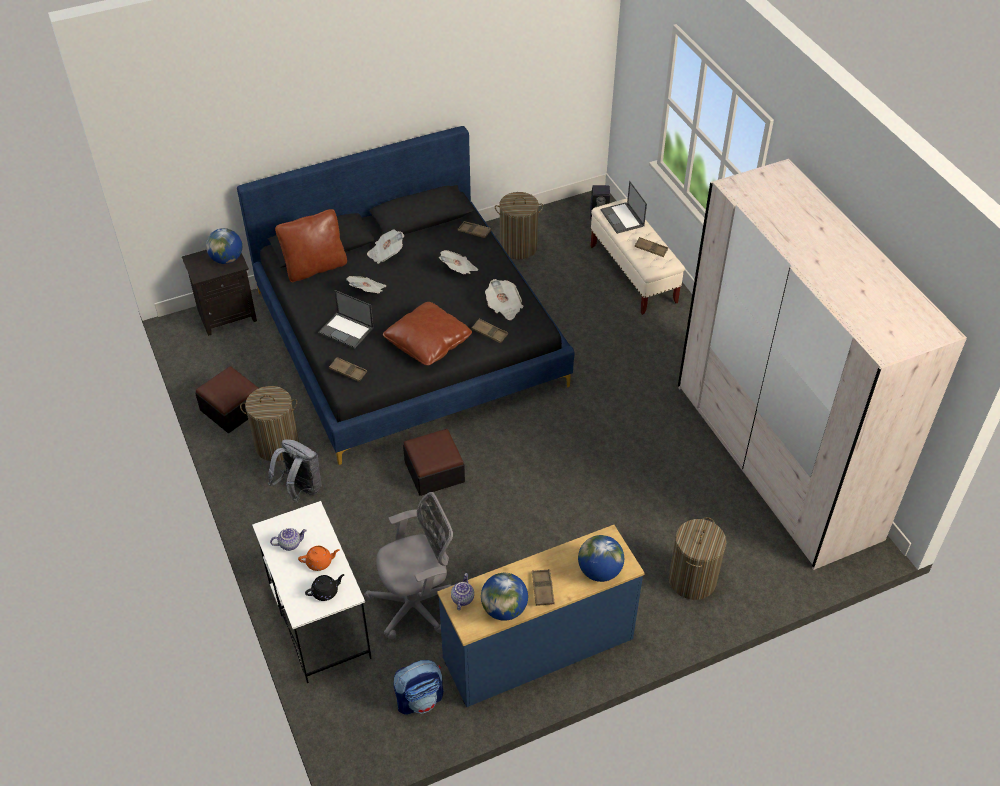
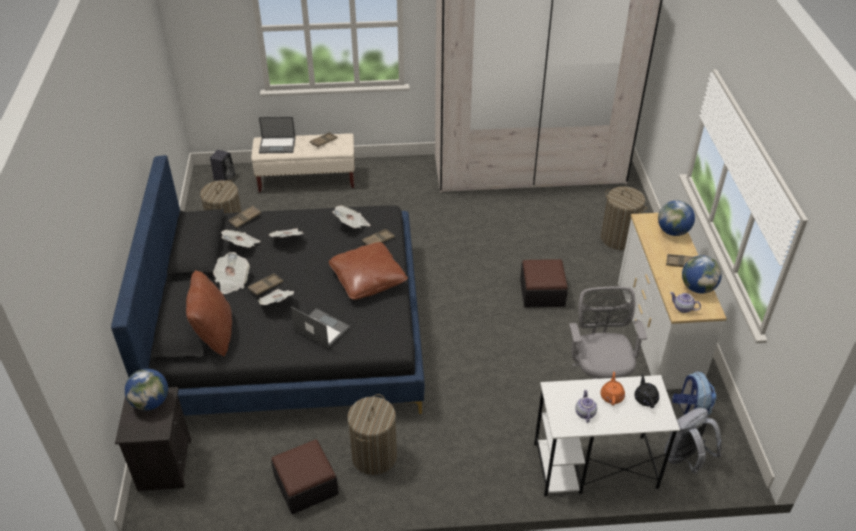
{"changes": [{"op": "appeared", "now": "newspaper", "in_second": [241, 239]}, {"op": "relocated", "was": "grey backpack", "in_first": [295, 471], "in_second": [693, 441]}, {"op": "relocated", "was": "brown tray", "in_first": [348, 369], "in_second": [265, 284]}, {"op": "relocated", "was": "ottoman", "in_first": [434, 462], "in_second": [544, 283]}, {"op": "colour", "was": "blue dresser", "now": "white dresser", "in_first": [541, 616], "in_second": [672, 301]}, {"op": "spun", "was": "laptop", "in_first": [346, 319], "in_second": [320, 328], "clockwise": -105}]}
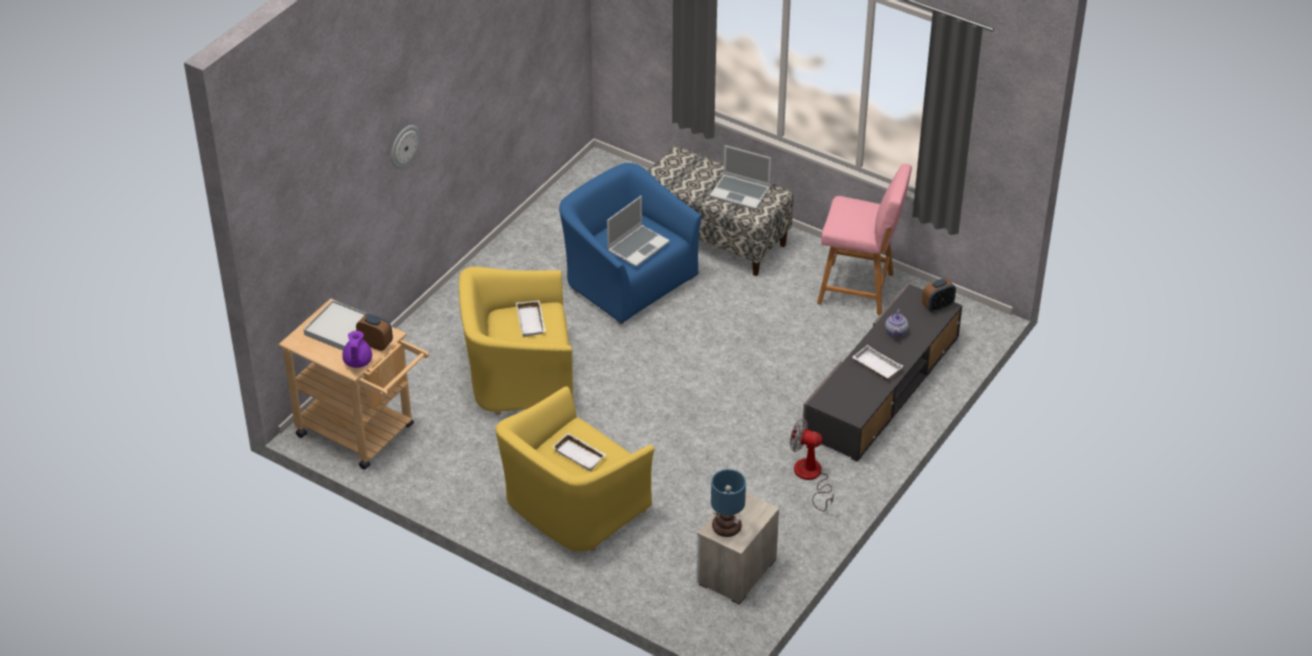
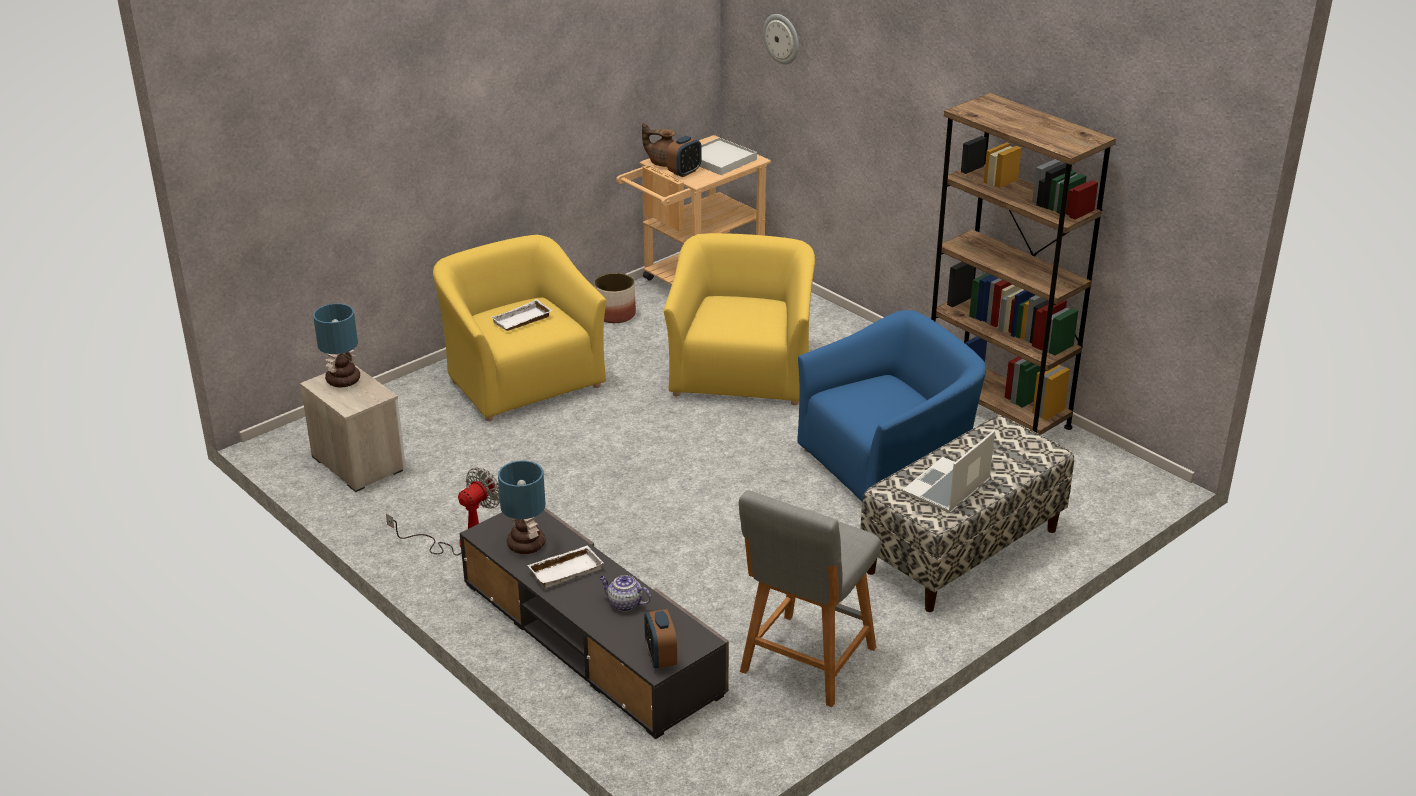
{"changes": [{"op": "missing", "was": "white tray", "in_first": [531, 318]}, {"op": "missing", "was": "laptop", "in_first": [638, 231]}, {"op": "appeared", "now": "table lamp", "in_second": [522, 507]}, {"op": "appeared", "now": "planter", "in_second": [615, 298]}, {"op": "appeared", "now": "brown bookcase", "in_second": [1023, 264]}, {"op": "relocated", "was": "wall clock", "in_first": [405, 146], "in_second": [781, 39]}, {"op": "colour", "was": "purple teapot", "now": "brown teapot", "in_first": [357, 349], "in_second": [658, 145]}, {"op": "colour", "was": "pink stool", "now": "grey stool", "in_first": [864, 239], "in_second": [810, 598]}]}
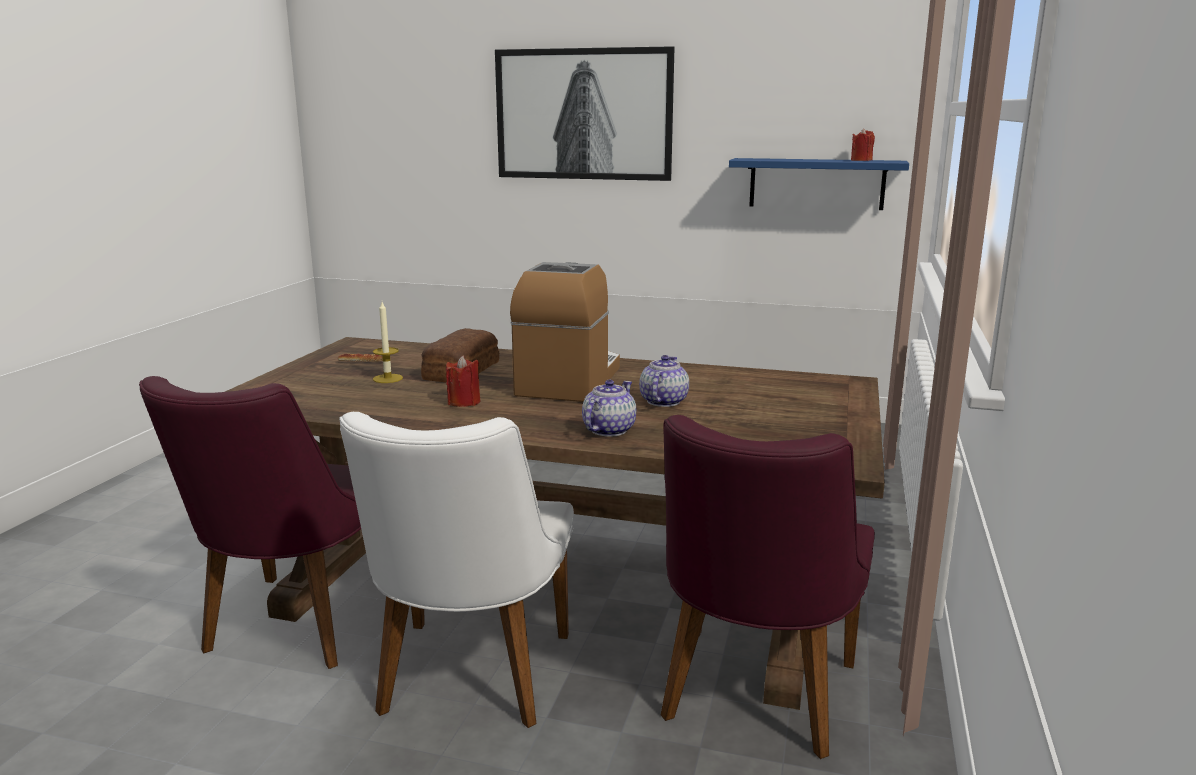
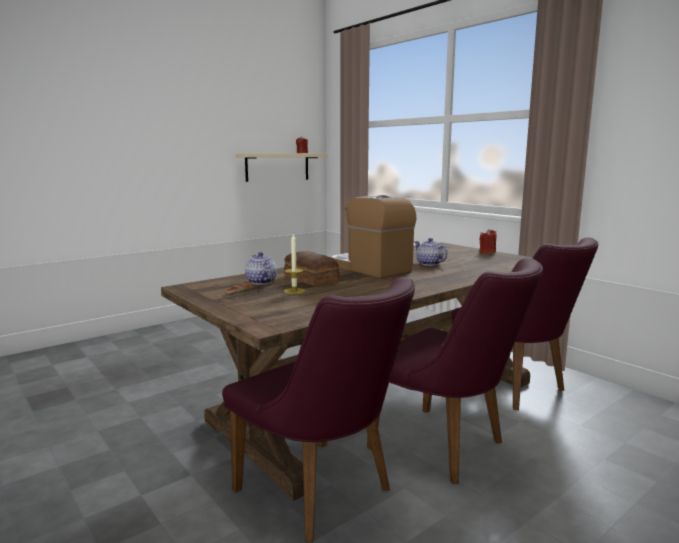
{"changes": [{"op": "missing", "was": "picture", "in_first": [585, 113]}, {"op": "relocated", "was": "red candle", "in_first": [463, 381], "in_second": [488, 241]}, {"op": "relocated", "was": "teapot", "in_first": [609, 408], "in_second": [261, 268]}, {"op": "colour", "was": "white chair", "now": "purple chair", "in_first": [456, 570], "in_second": [455, 371]}, {"op": "colour", "was": "blue shelf", "now": "beige shelf", "in_first": [819, 184], "in_second": [281, 167]}]}
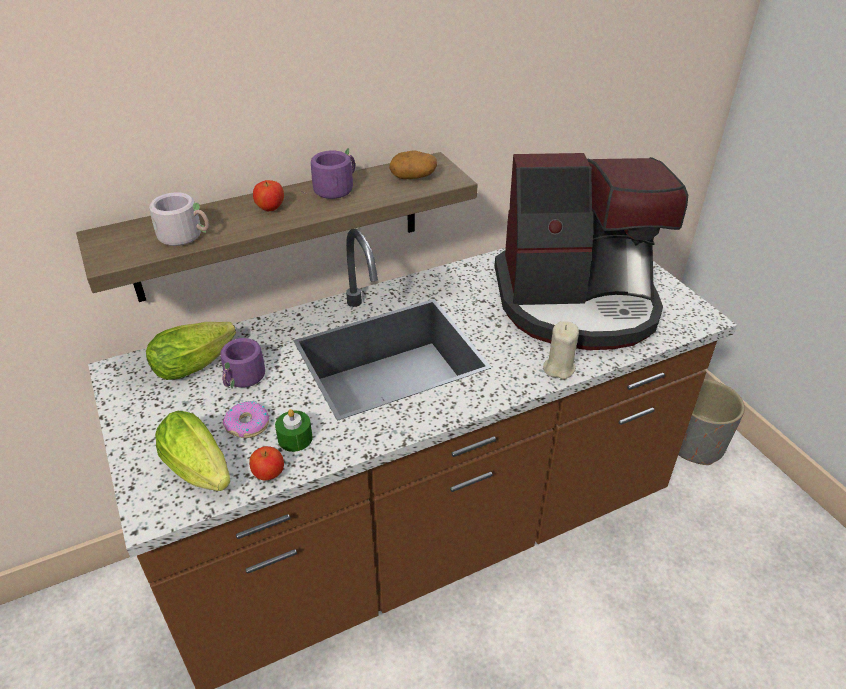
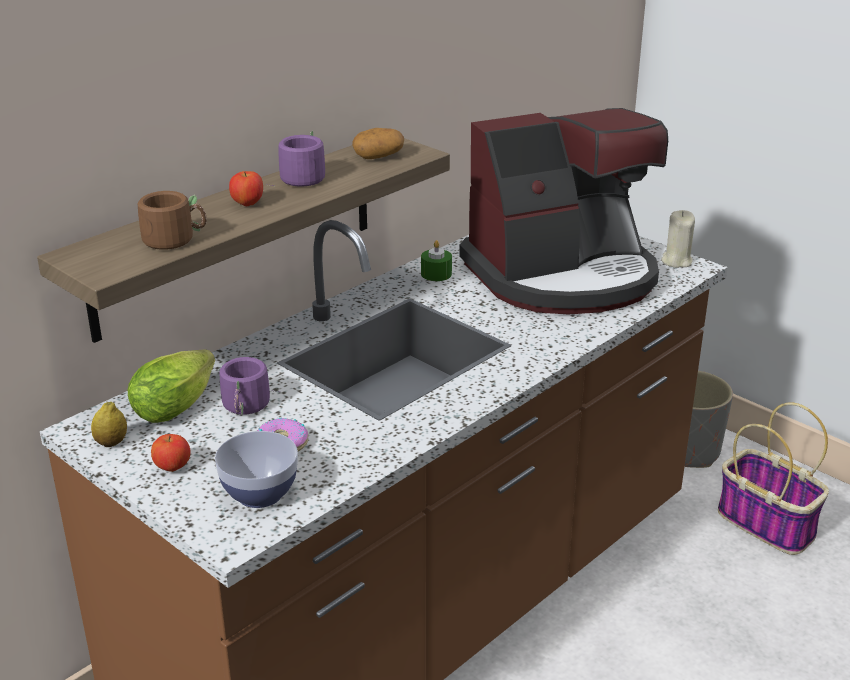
{"changes": [{"op": "appeared", "now": "lemon", "in_second": [109, 424]}, {"op": "appeared", "now": "basket", "in_second": [773, 478]}, {"op": "relocated", "was": "apple", "in_first": [266, 463], "in_second": [170, 453]}, {"op": "relocated", "was": "green candle", "in_first": [294, 430], "in_second": [436, 260]}, {"op": "relocated", "was": "beige candle", "in_first": [561, 350], "in_second": [678, 239]}, {"op": "exchanged", "was": "lettuce", "now": "bowl", "in_first": [192, 451], "in_second": [256, 469]}, {"op": "colour", "was": "grey mug", "now": "brown mug", "in_first": [179, 219], "in_second": [172, 220]}]}
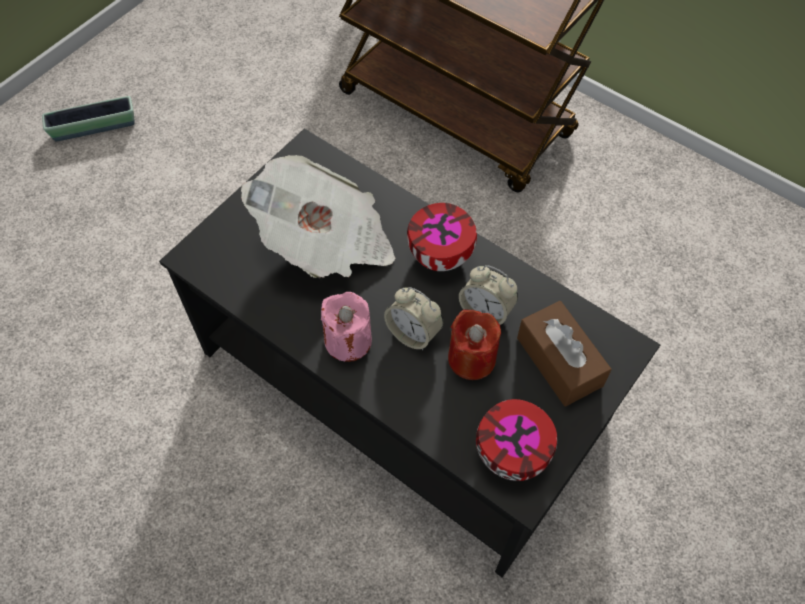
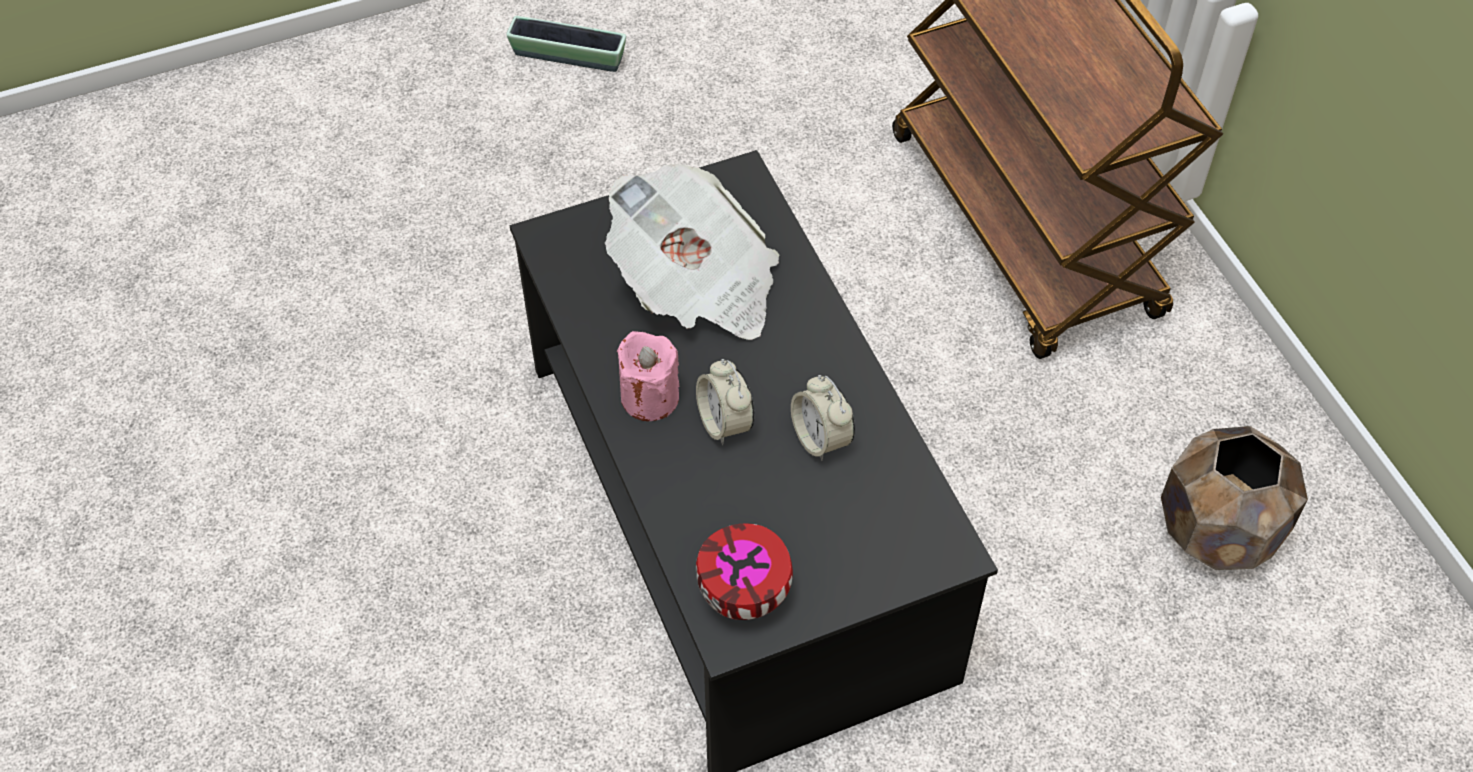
{"changes": [{"op": "missing", "was": "bowl", "in_first": [442, 237]}, {"op": "missing", "was": "red candle", "in_first": [474, 344]}, {"op": "missing", "was": "brown tissue box", "in_first": [564, 354]}, {"op": "appeared", "now": "brown planter", "in_second": [1234, 498]}]}
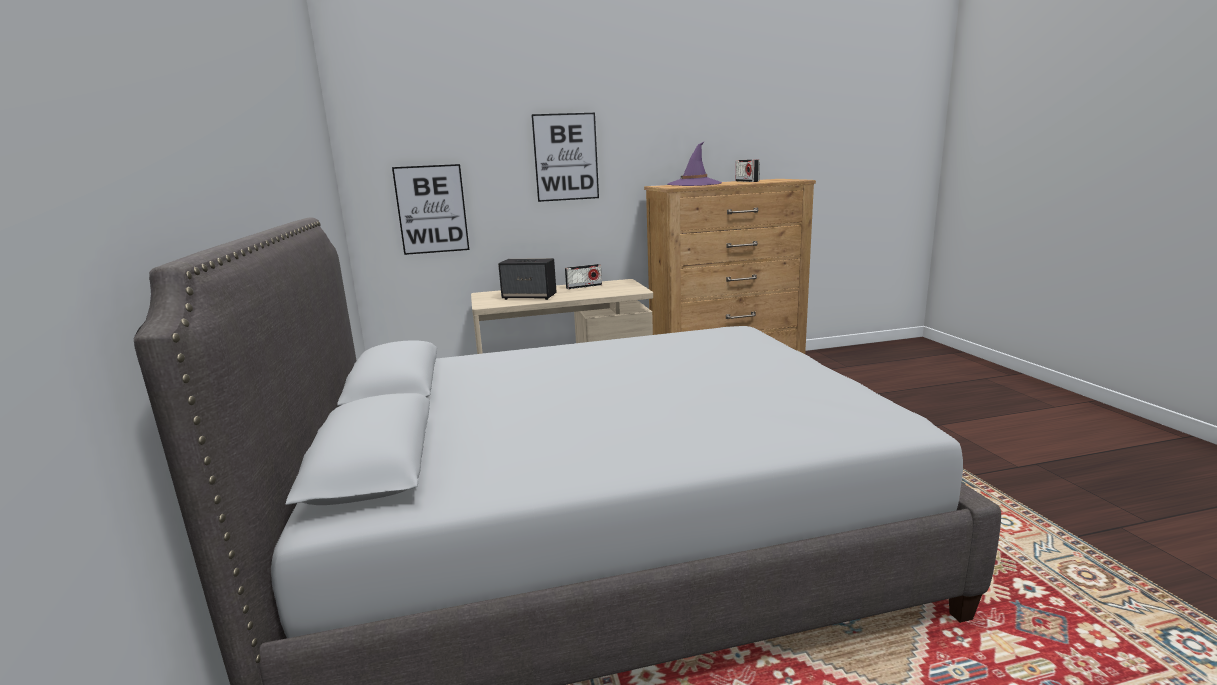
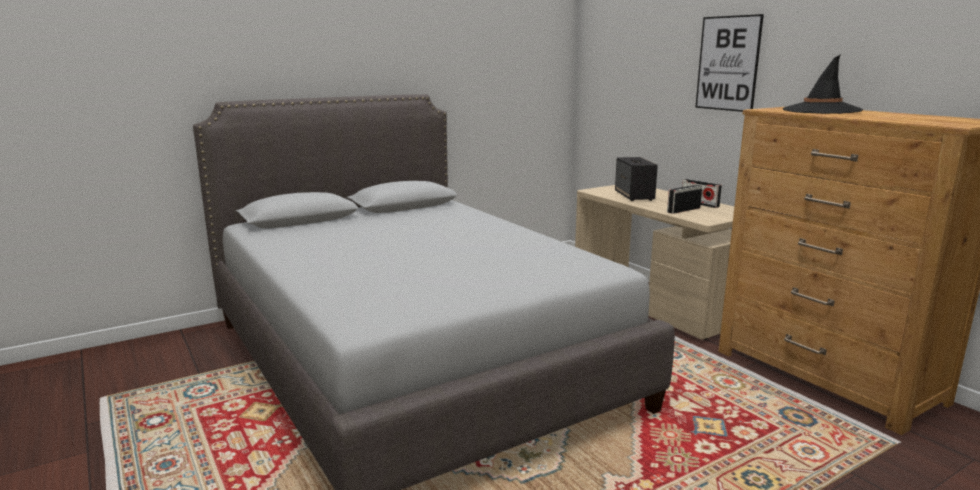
{"changes": [{"op": "missing", "was": "picture", "in_first": [430, 209]}, {"op": "relocated", "was": "radio", "in_first": [748, 171], "in_second": [684, 199]}, {"op": "colour", "was": "purple hat", "now": "black hat", "in_first": [695, 163], "in_second": [823, 84]}]}
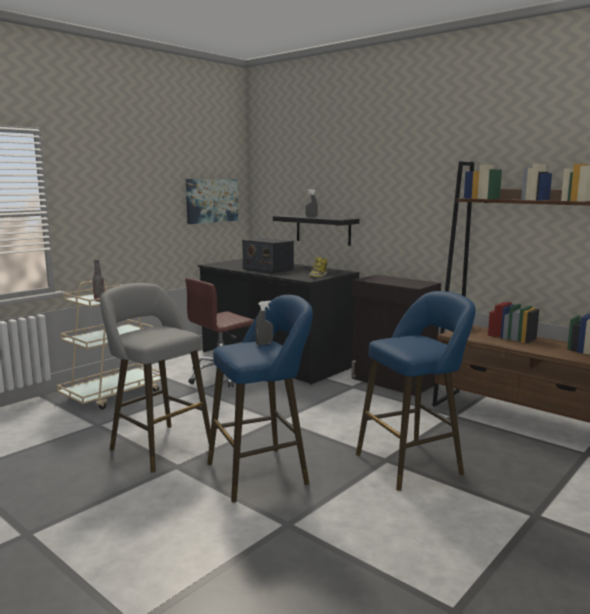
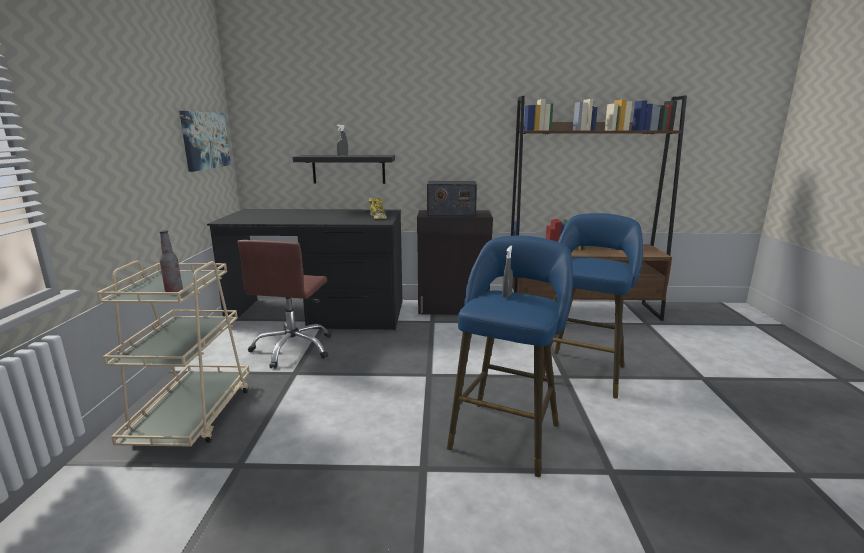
{"changes": [{"op": "missing", "was": "grey stool", "in_first": [155, 378]}, {"op": "relocated", "was": "radio", "in_first": [268, 255], "in_second": [452, 199]}]}
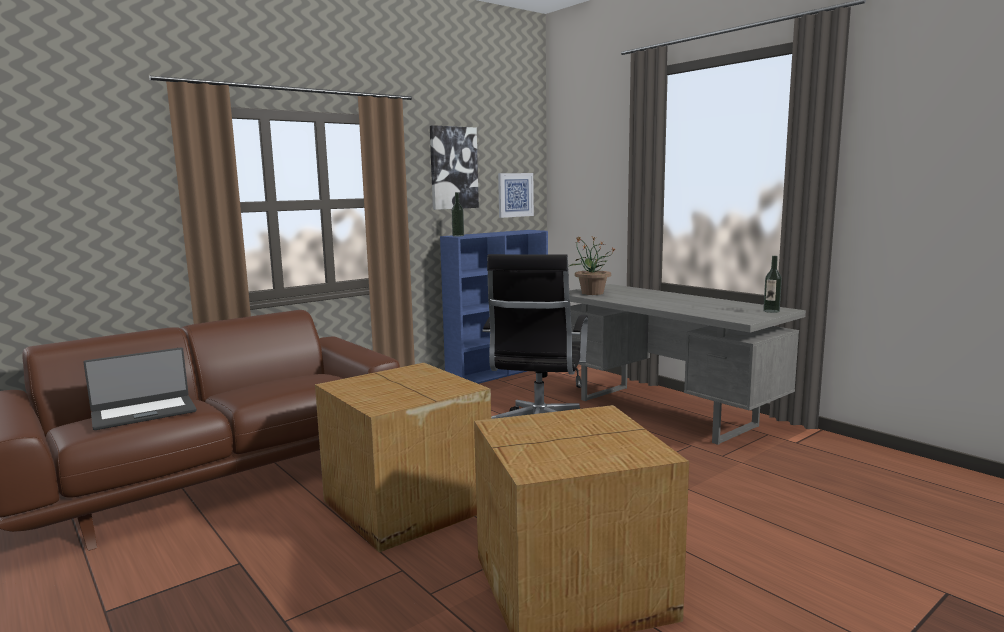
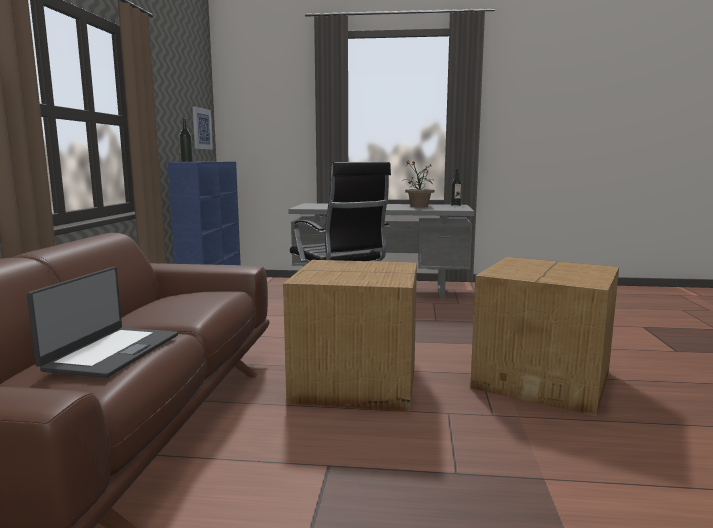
{"changes": [{"op": "missing", "was": "picture", "in_first": [454, 167]}, {"op": "relocated", "was": "potted plant", "in_first": [592, 265], "in_second": [417, 184]}]}
